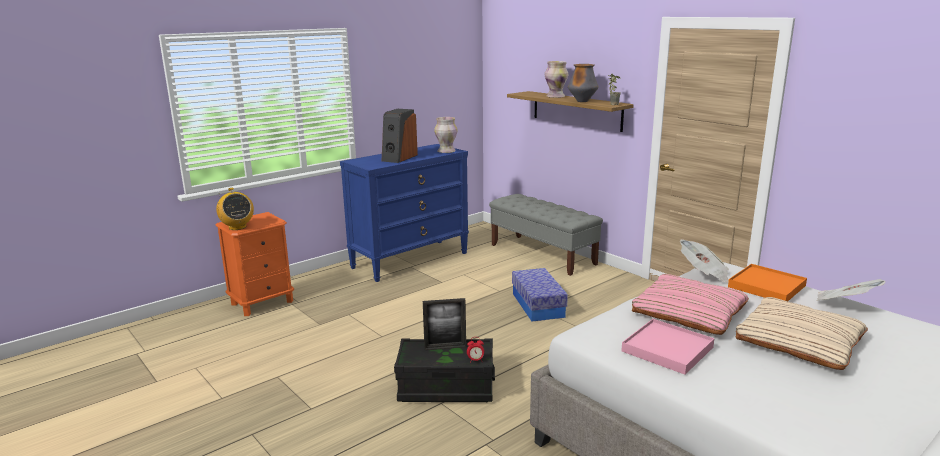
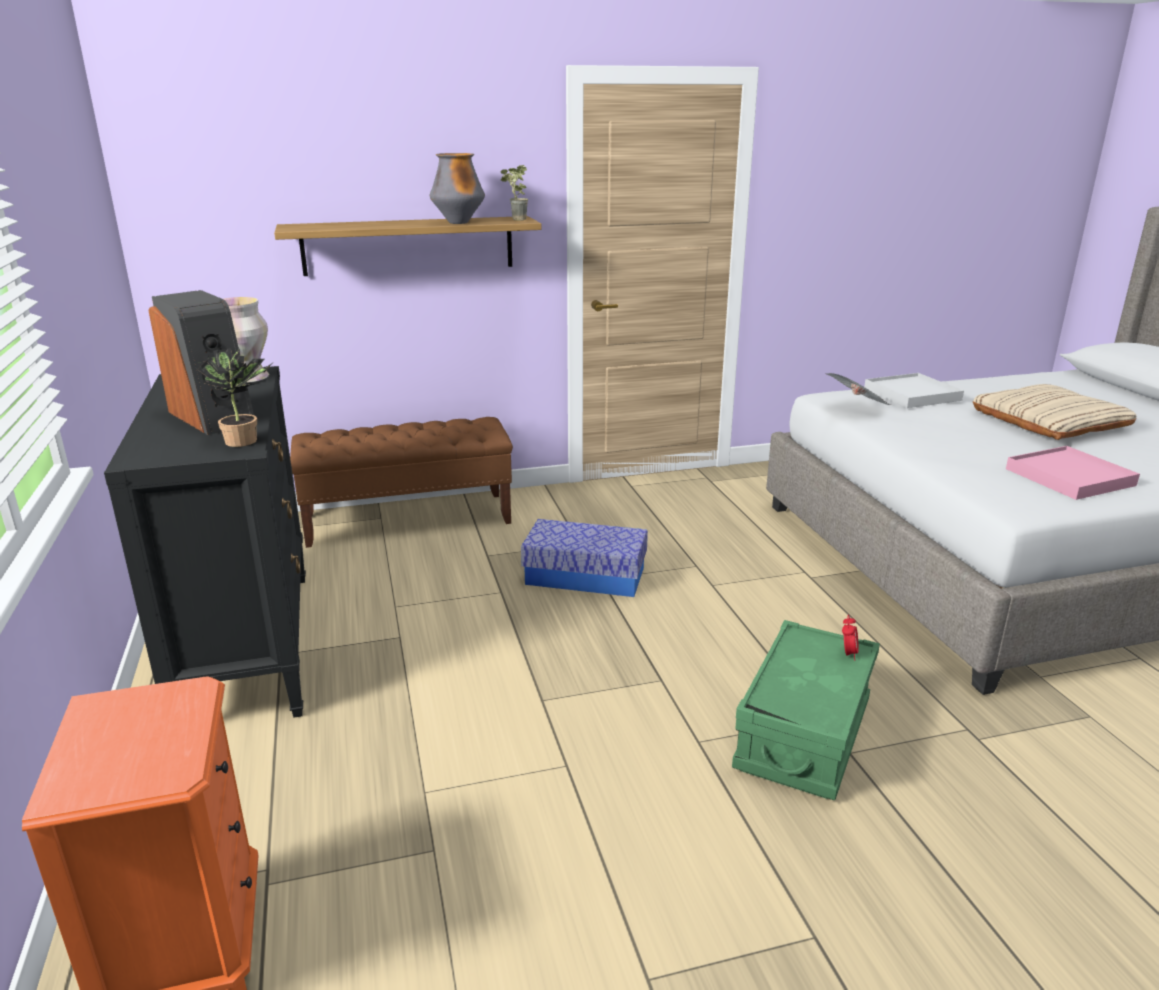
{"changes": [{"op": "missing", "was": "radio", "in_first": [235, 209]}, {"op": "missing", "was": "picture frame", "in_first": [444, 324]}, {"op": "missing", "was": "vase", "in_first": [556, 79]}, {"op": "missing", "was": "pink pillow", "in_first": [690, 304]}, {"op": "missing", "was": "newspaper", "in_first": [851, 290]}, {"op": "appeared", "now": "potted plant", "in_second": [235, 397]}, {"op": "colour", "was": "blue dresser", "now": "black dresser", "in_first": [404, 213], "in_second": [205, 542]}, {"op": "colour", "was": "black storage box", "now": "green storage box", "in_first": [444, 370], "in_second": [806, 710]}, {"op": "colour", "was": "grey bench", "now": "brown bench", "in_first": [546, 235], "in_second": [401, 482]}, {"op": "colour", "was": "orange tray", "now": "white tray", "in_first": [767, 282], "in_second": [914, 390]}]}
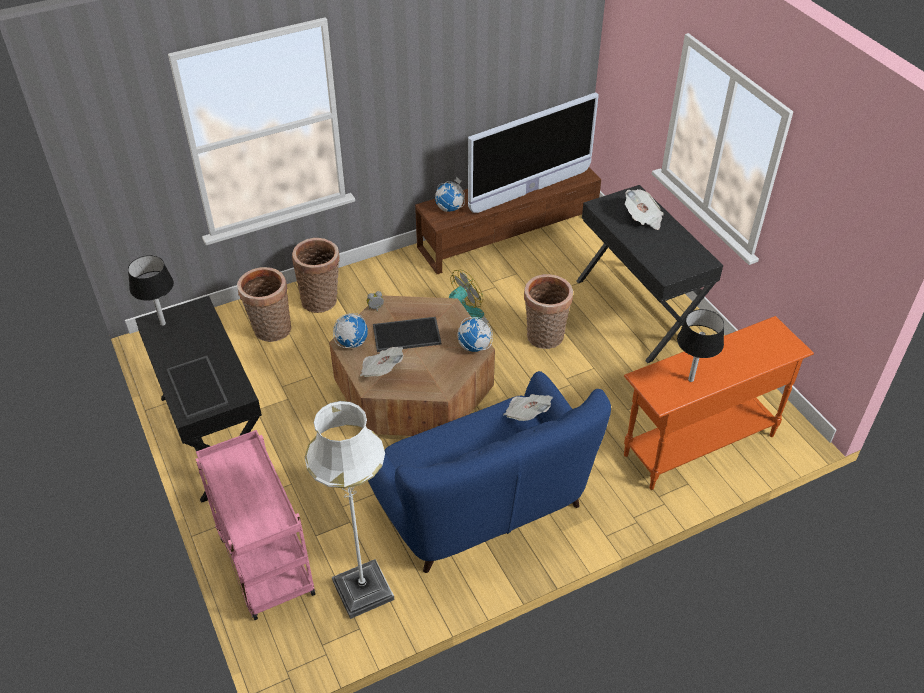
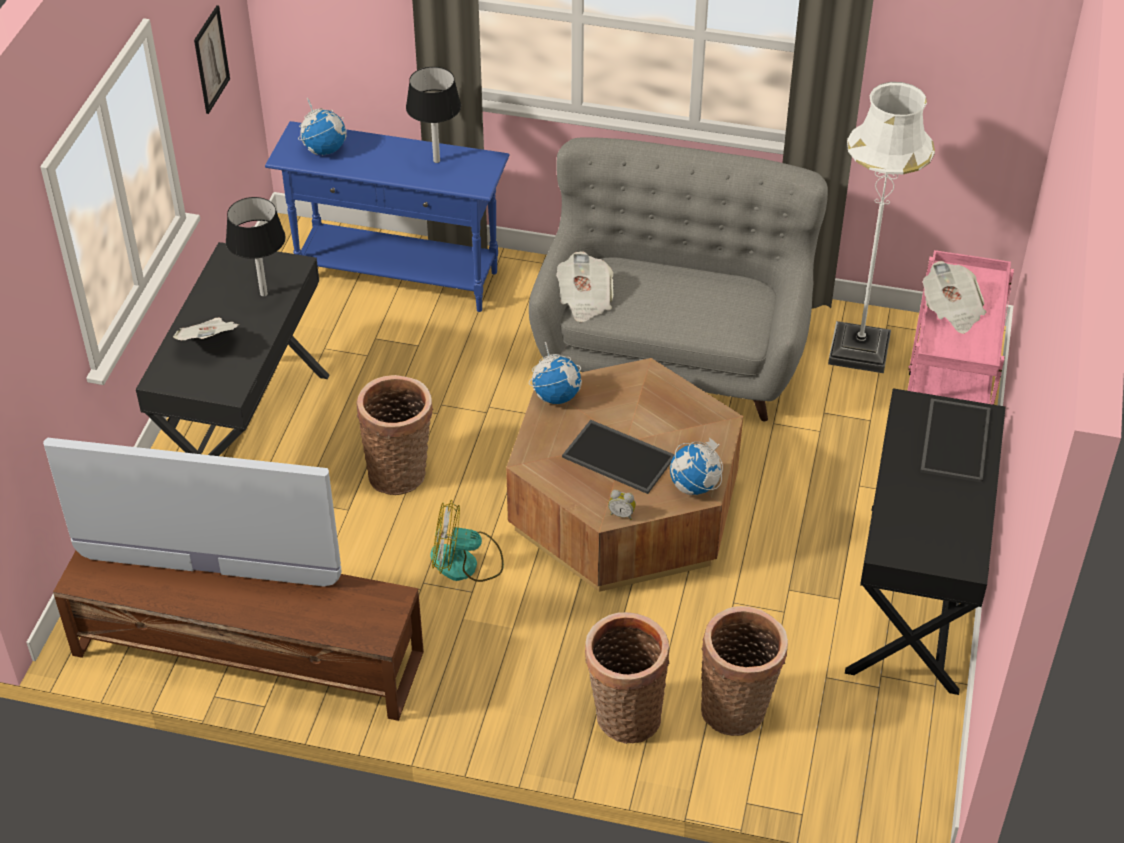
{"changes": [{"op": "appeared", "now": "picture", "in_second": [212, 59]}, {"op": "relocated", "was": "black table lamp", "in_first": [151, 290], "in_second": [256, 247]}, {"op": "relocated", "was": "newspaper", "in_first": [382, 362], "in_second": [955, 297]}, {"op": "relocated", "was": "globe", "in_first": [450, 194], "in_second": [322, 126]}, {"op": "colour", "was": "blue sofa", "now": "grey sofa", "in_first": [489, 472], "in_second": [678, 279]}, {"op": "colour", "was": "orange console table", "now": "blue console table", "in_first": [719, 403], "in_second": [387, 216]}]}
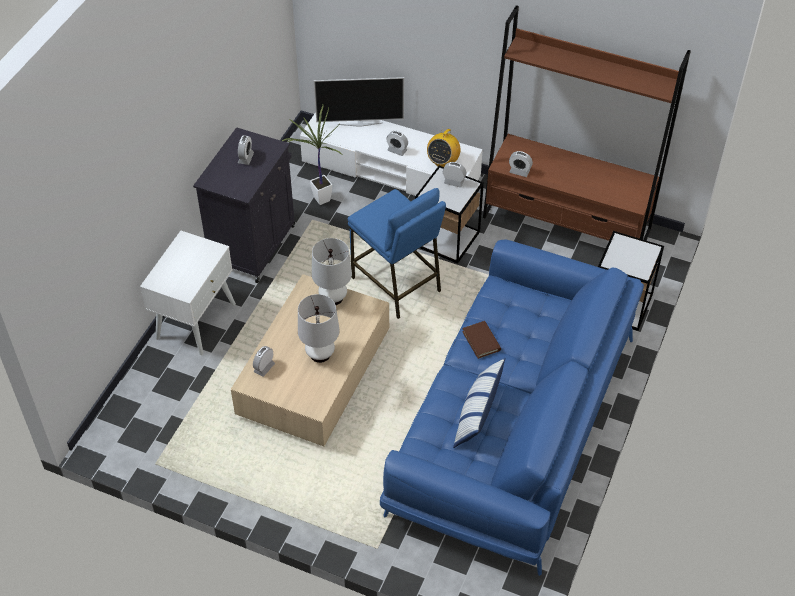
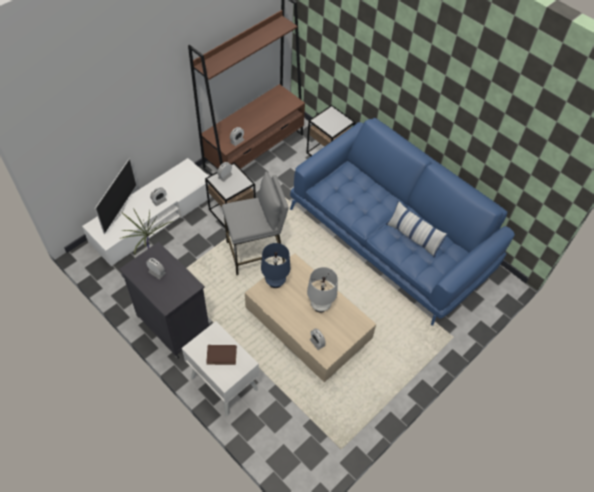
{"changes": [{"op": "missing", "was": "radio", "in_first": [444, 148]}, {"op": "relocated", "was": "brown book", "in_first": [481, 340], "in_second": [221, 355]}, {"op": "colour", "was": "white table lamp", "now": "blue table lamp", "in_first": [332, 271], "in_second": [275, 265]}, {"op": "colour", "was": "blue stool", "now": "grey stool", "in_first": [397, 253], "in_second": [255, 223]}]}
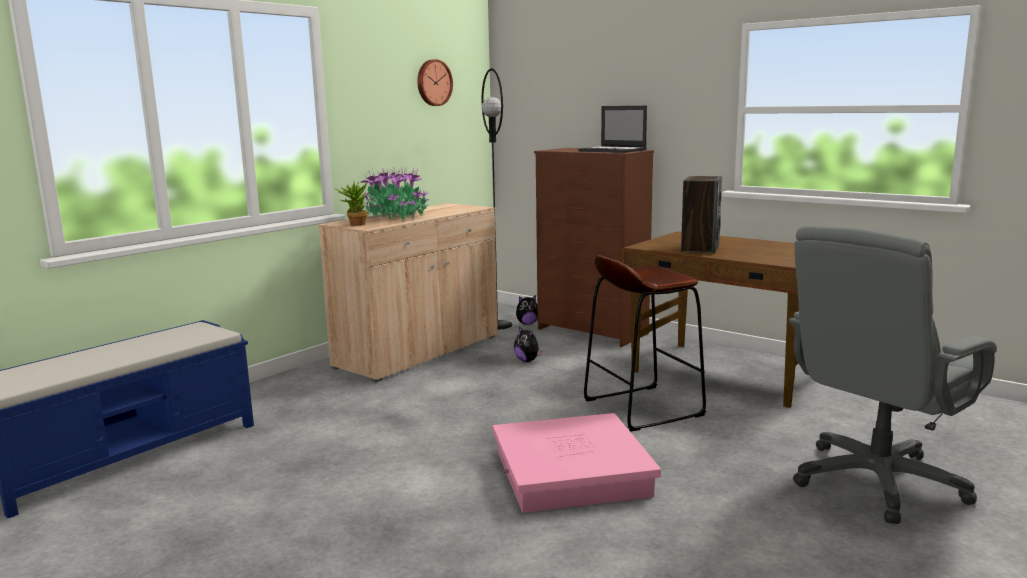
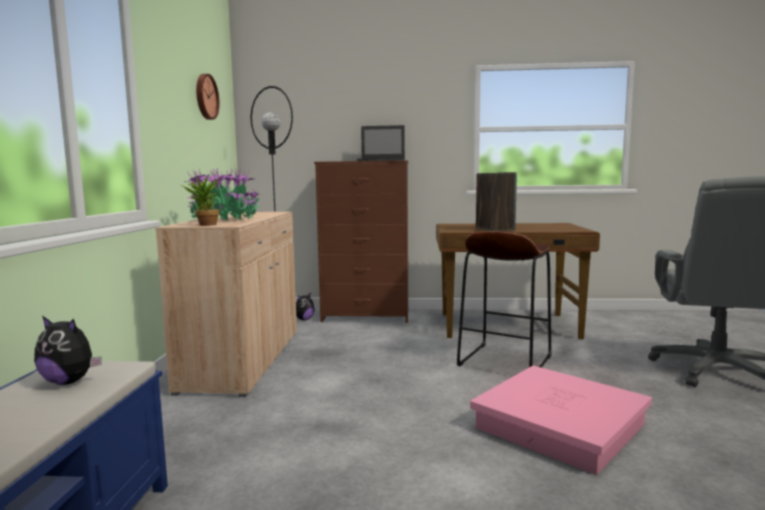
{"changes": [{"op": "relocated", "was": "plush toy", "in_first": [528, 344], "in_second": [68, 350]}]}
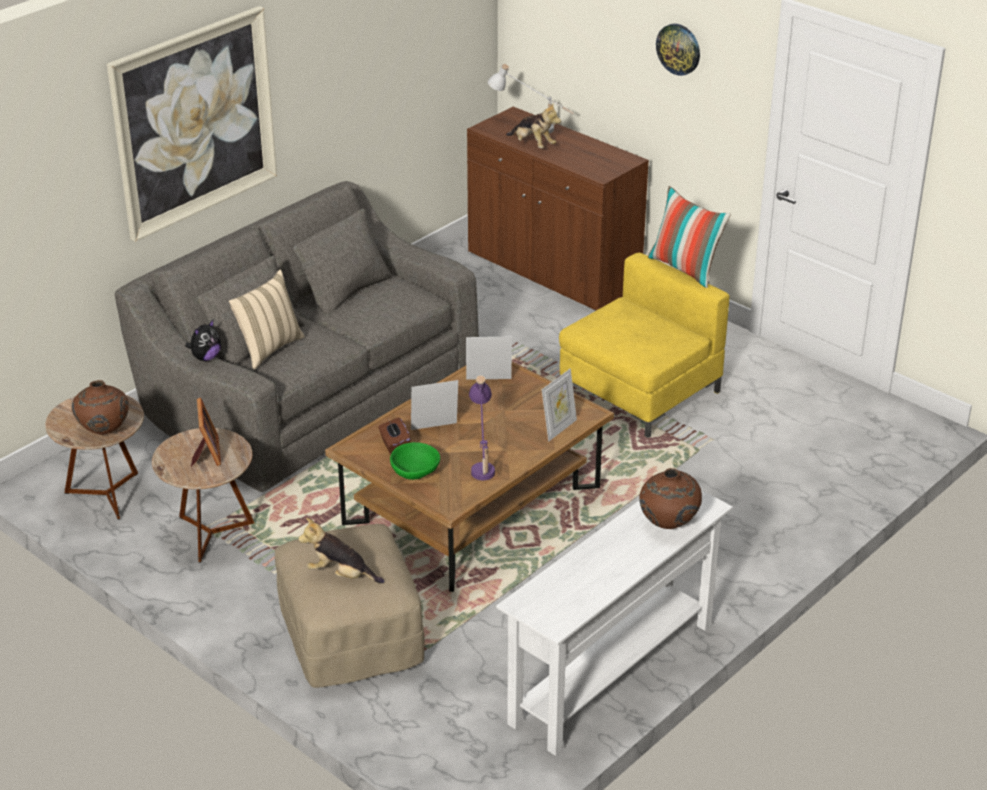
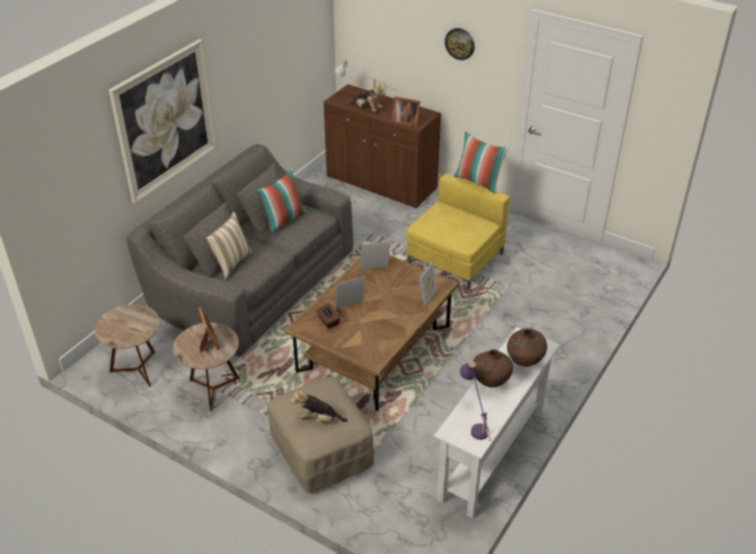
{"changes": [{"op": "missing", "was": "plush toy", "in_first": [203, 340]}, {"op": "missing", "was": "green bowl", "in_first": [415, 461]}, {"op": "appeared", "now": "pillow", "in_second": [280, 201]}, {"op": "appeared", "now": "picture frame", "in_second": [406, 111]}, {"op": "relocated", "was": "brown vase", "in_first": [100, 407], "in_second": [493, 368]}, {"op": "relocated", "was": "purple table lamp", "in_first": [482, 427], "in_second": [475, 401]}]}
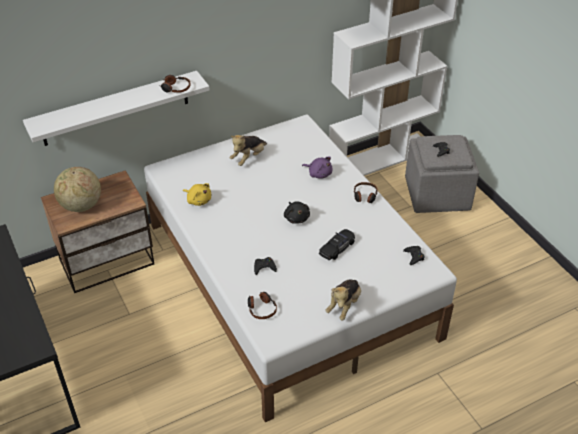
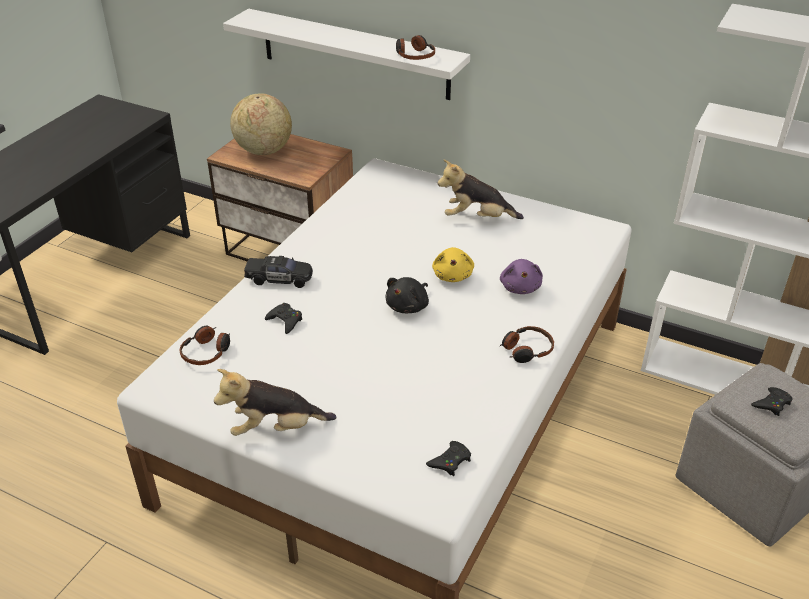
{"changes": [{"op": "relocated", "was": "yellow plush toy", "in_first": [197, 194], "in_second": [453, 264]}, {"op": "relocated", "was": "black toy car", "in_first": [337, 244], "in_second": [278, 272]}]}
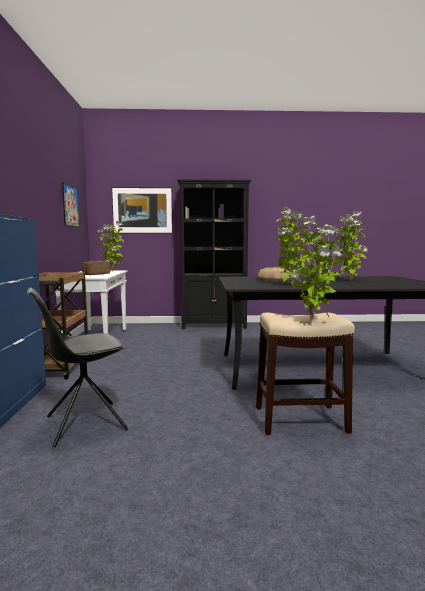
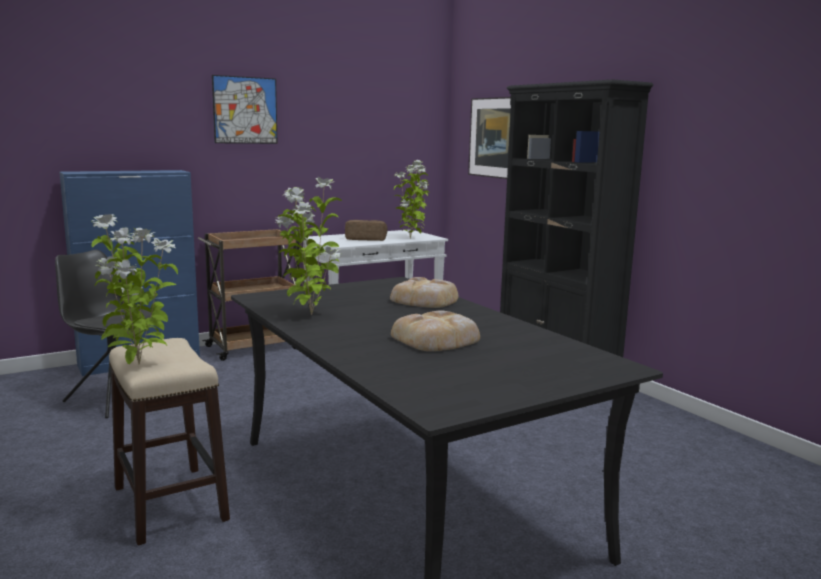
{"changes": [{"op": "relocated", "was": "picture", "in_first": [70, 205], "in_second": [245, 109]}, {"op": "exchanged", "was": "potted plant", "now": "bread", "in_first": [351, 245], "in_second": [435, 331]}]}
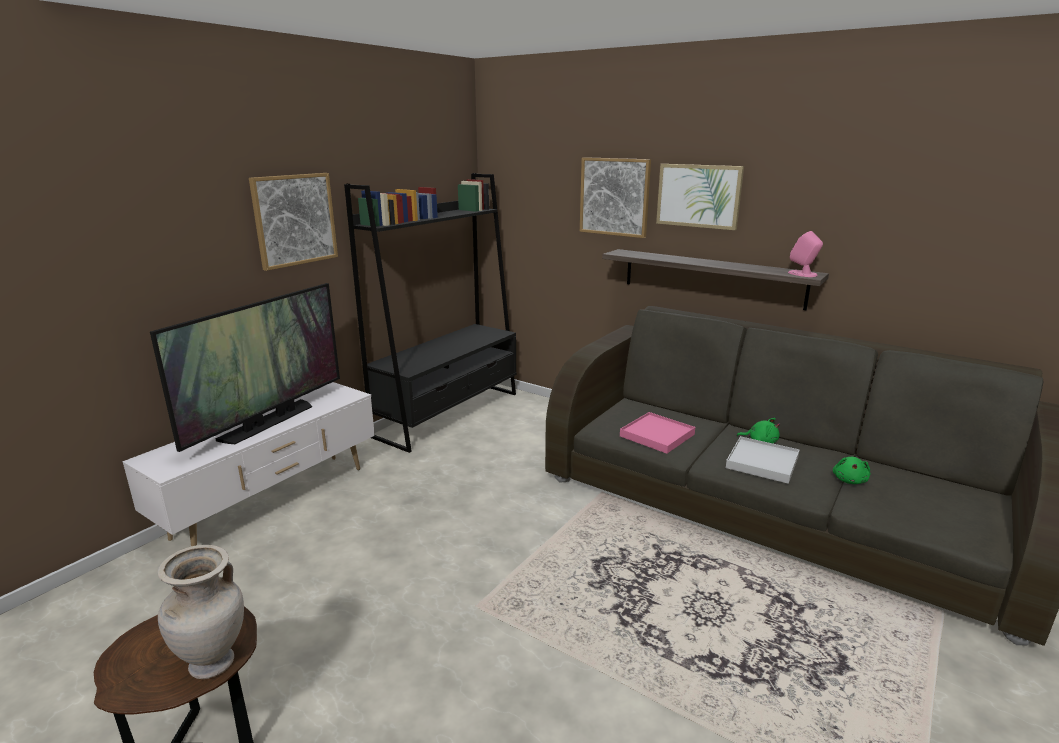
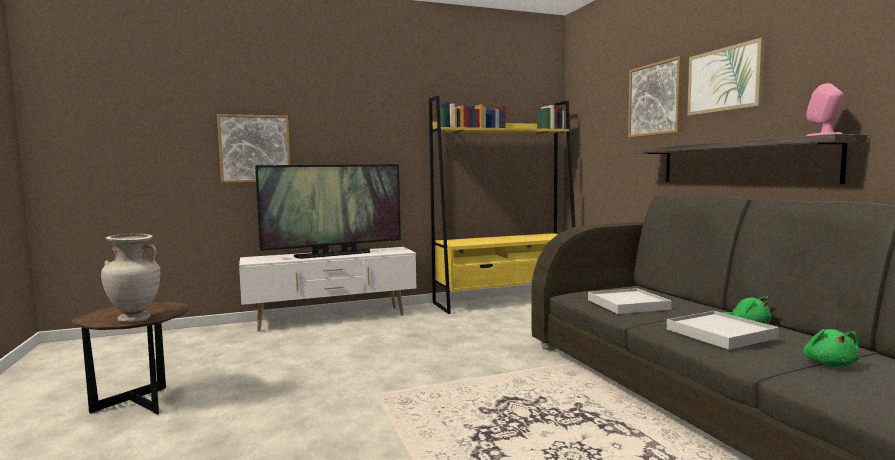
{"changes": [{"op": "relocated", "was": "picture", "in_first": [293, 222], "in_second": [253, 148]}, {"op": "colour", "was": "black bookcase", "now": "yellow bookcase", "in_first": [430, 313], "in_second": [502, 205]}, {"op": "colour", "was": "pink tray", "now": "white tray", "in_first": [657, 433], "in_second": [630, 301]}, {"op": "spun", "was": "green plush toy", "in_first": [851, 470], "in_second": [831, 348], "clockwise": -45}]}
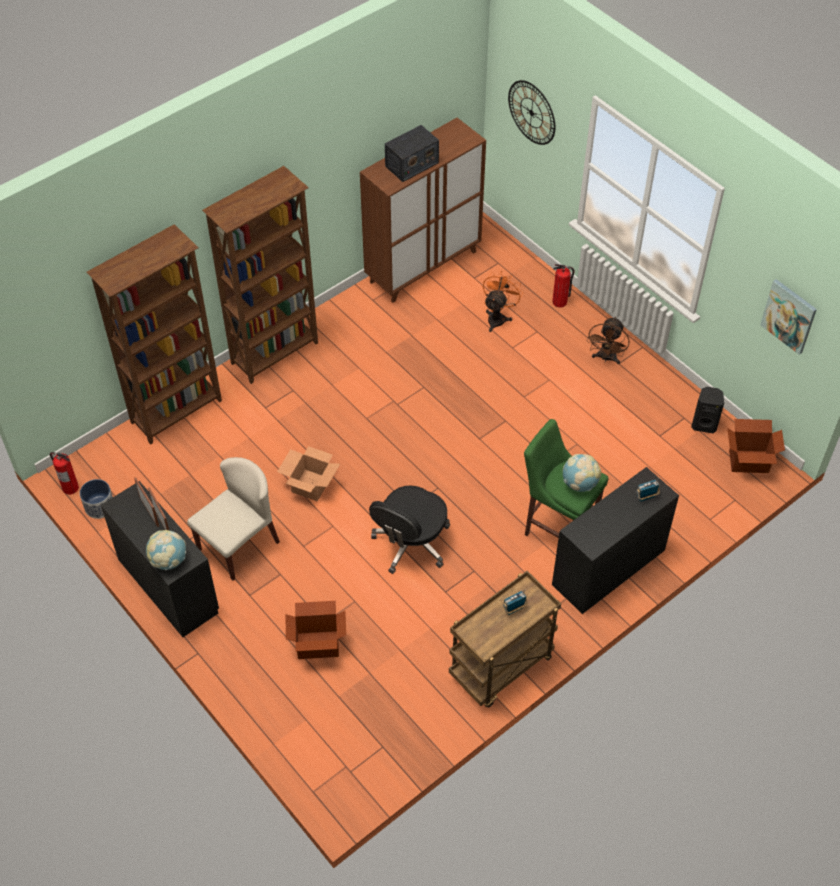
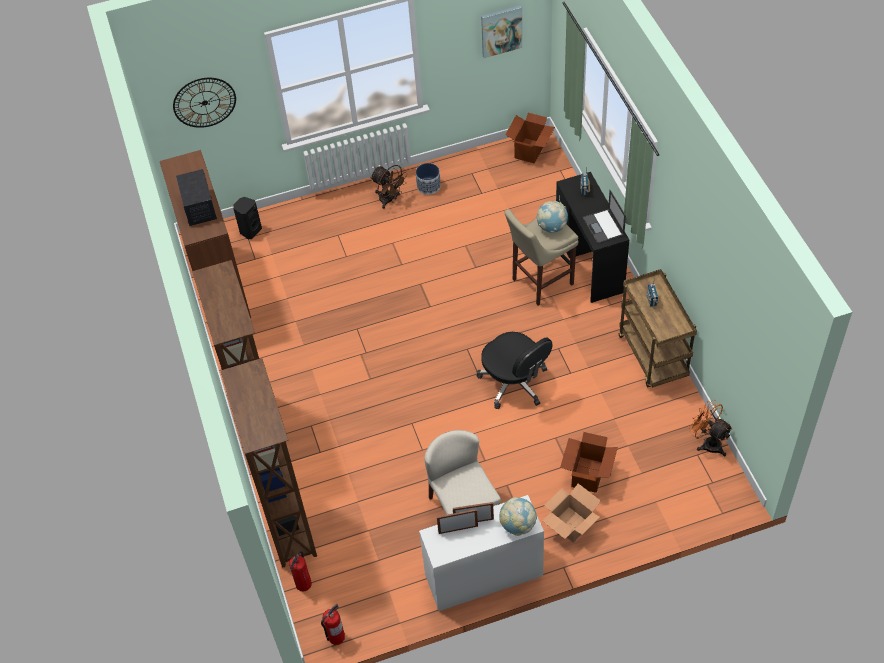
{"changes": [{"op": "appeared", "now": "laptop", "in_second": [604, 217]}, {"op": "relocated", "was": "planter", "in_first": [96, 499], "in_second": [428, 179]}, {"op": "relocated", "was": "cardboard box", "in_first": [308, 474], "in_second": [572, 513]}, {"op": "relocated", "was": "orange fan", "in_first": [502, 302], "in_second": [710, 428]}, {"op": "relocated", "was": "fire extinguisher", "in_first": [563, 285], "in_second": [300, 571]}, {"op": "relocated", "was": "black speaker", "in_first": [707, 410], "in_second": [247, 218]}, {"op": "colour", "was": "black desk", "now": "white desk", "in_first": [160, 559], "in_second": [481, 553]}, {"op": "colour", "was": "green stool", "now": "beige stool", "in_first": [566, 478], "in_second": [542, 257]}]}
